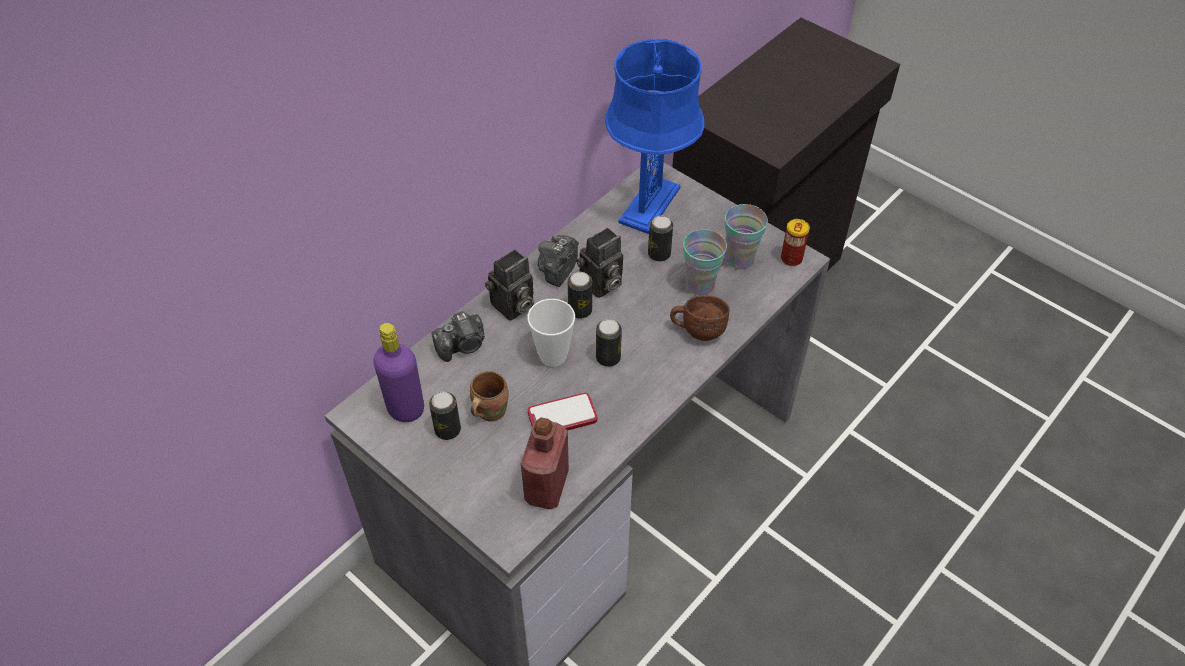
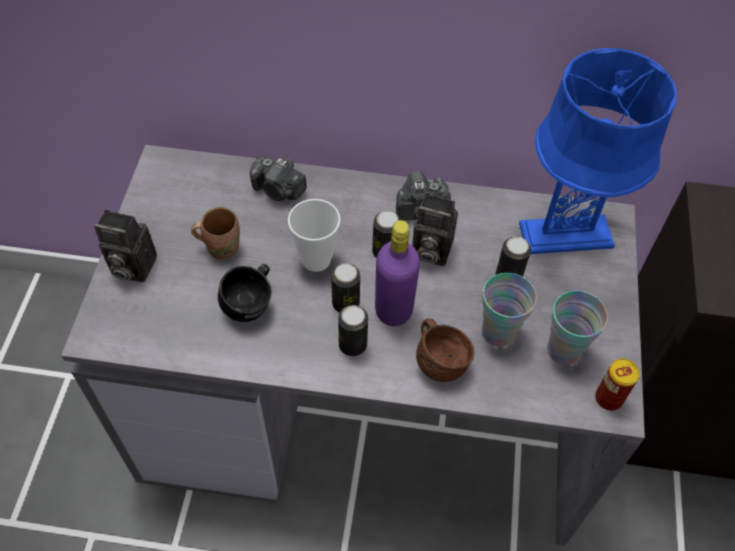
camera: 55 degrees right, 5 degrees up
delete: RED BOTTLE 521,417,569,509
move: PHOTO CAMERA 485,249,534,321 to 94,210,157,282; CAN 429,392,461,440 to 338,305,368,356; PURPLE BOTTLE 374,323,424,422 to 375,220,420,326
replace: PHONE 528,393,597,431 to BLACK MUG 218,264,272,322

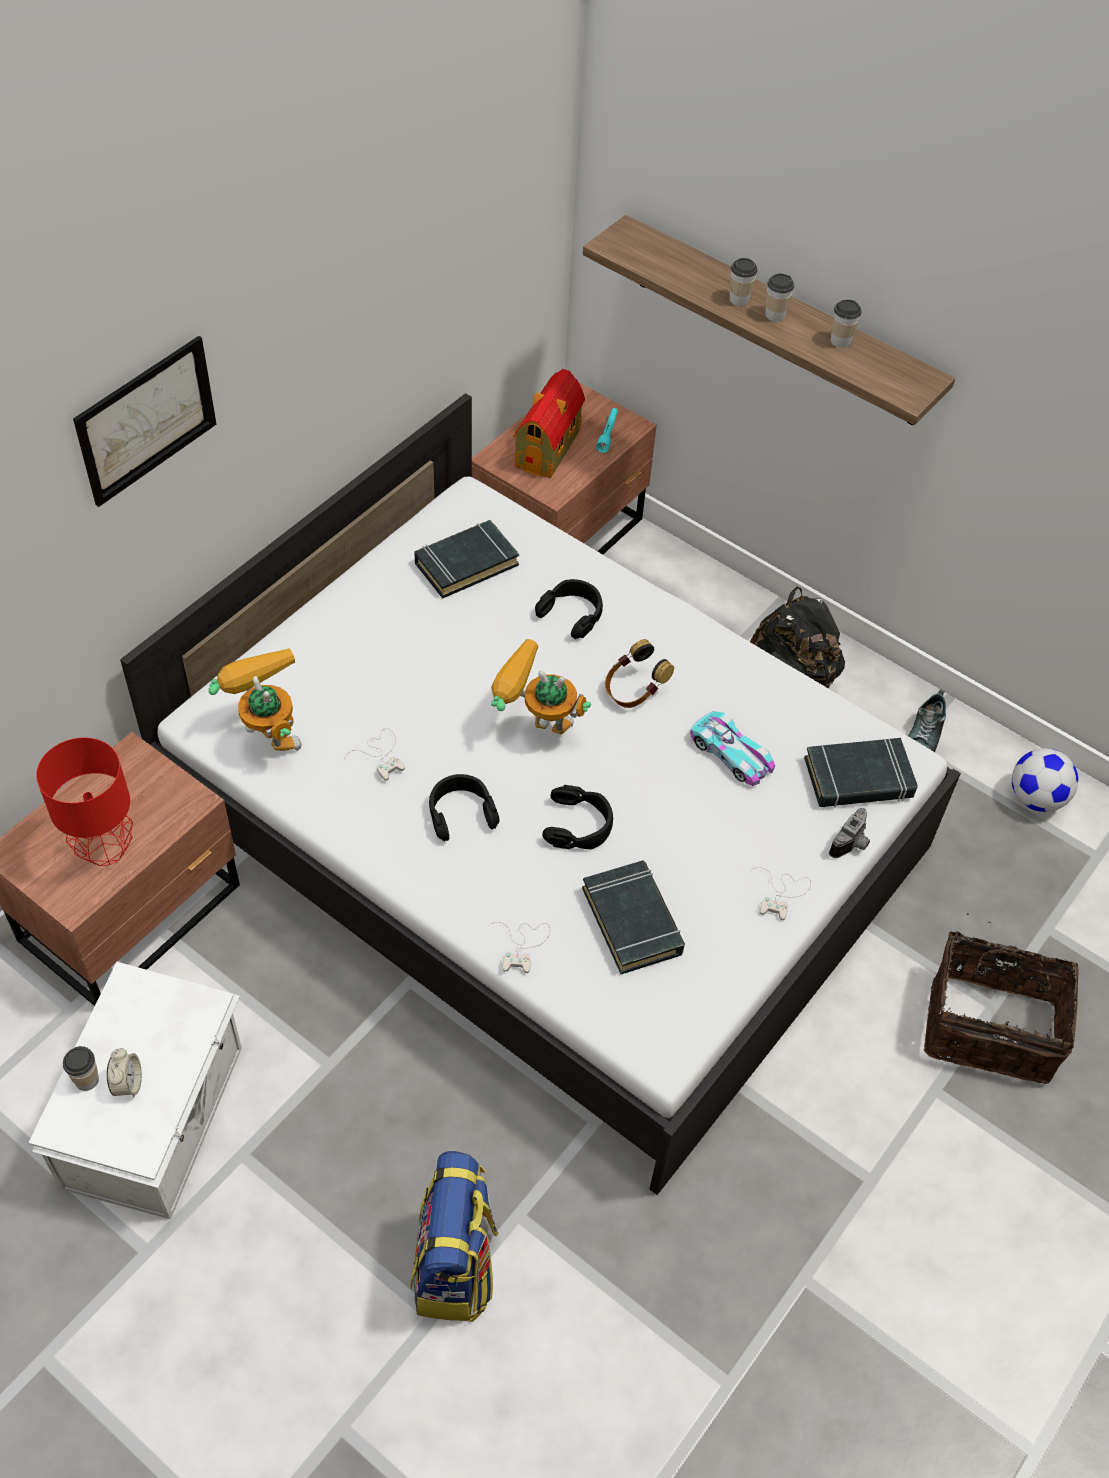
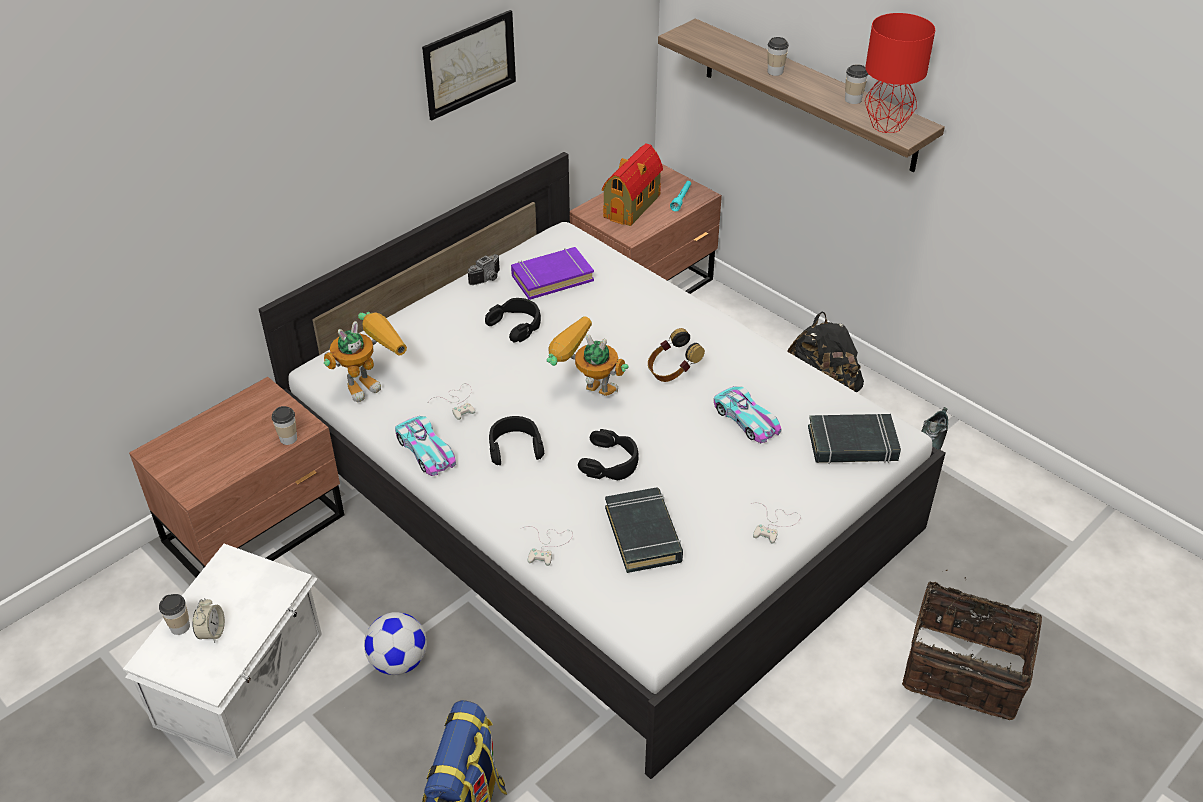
camera: 10 degrees right, 10 degrees down
insert: TOY CAR 395,416,456,476
move: CUP 765,274,794,322 to 271,406,297,445; FOOTBALL 1012,748,1078,812 to 364,612,427,675; PICTURE 73,336,216,507 to 422,10,516,120; PHOTO CAMERA 829,808,870,858 to 468,254,500,285; BLACK HEADPHONES 535,579,603,639 to 485,298,541,342; RED TABLE LAMP 36,737,133,866 to 865,13,935,133
recolor: BLACK BOOK 414,520,519,599 to PURPLE BOOK 511,247,594,300
rotate: TOY ROBOT 208,648,302,751 = 324,312,407,402 75 degrees clockwise

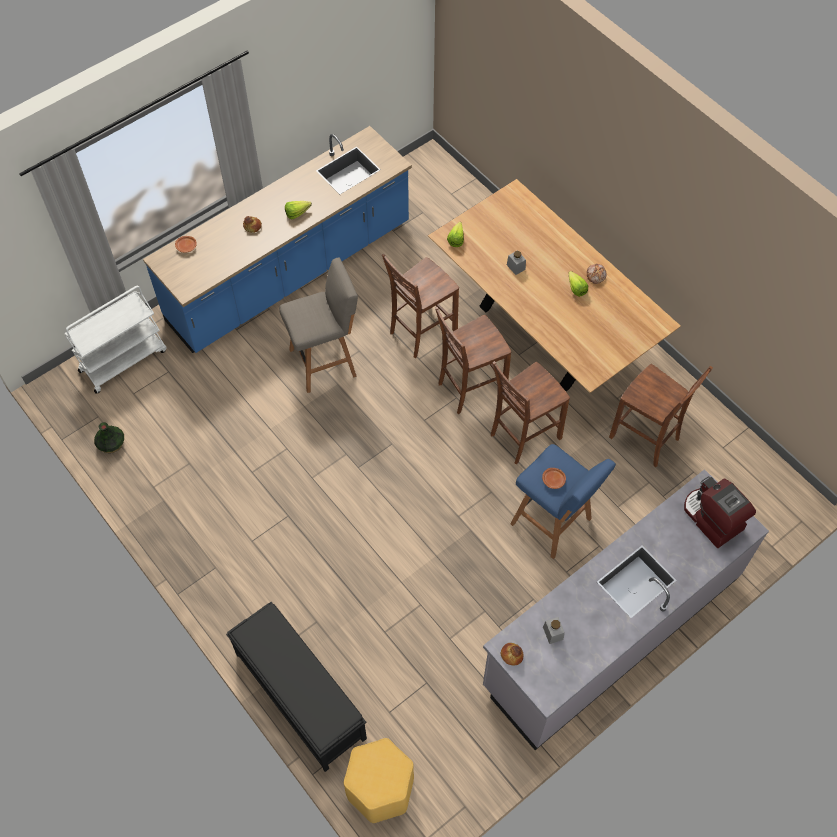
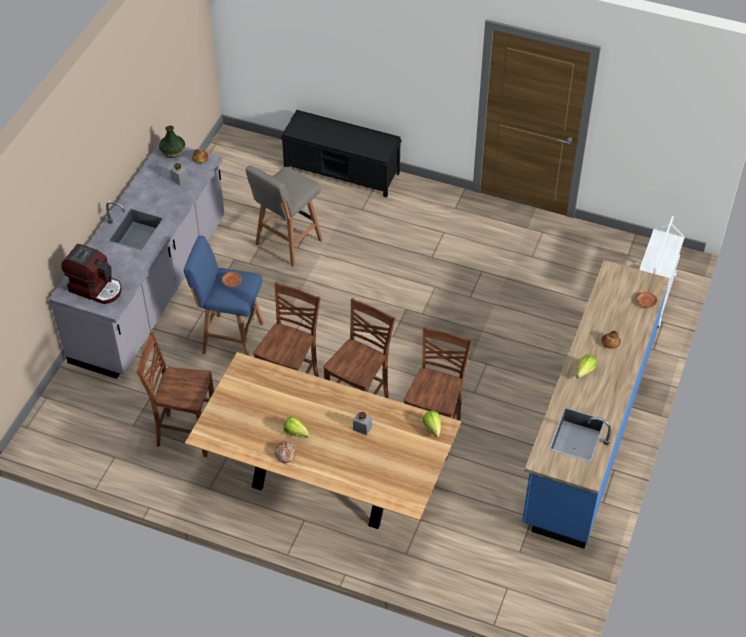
camera: 150 degrees right, 10 degrees down
delete: YELLOW STOOL 344,738,414,823
move: VASE 94,422,124,453 to 159,125,185,158; GREY STOOL 279,257,358,393 to 246,165,323,267

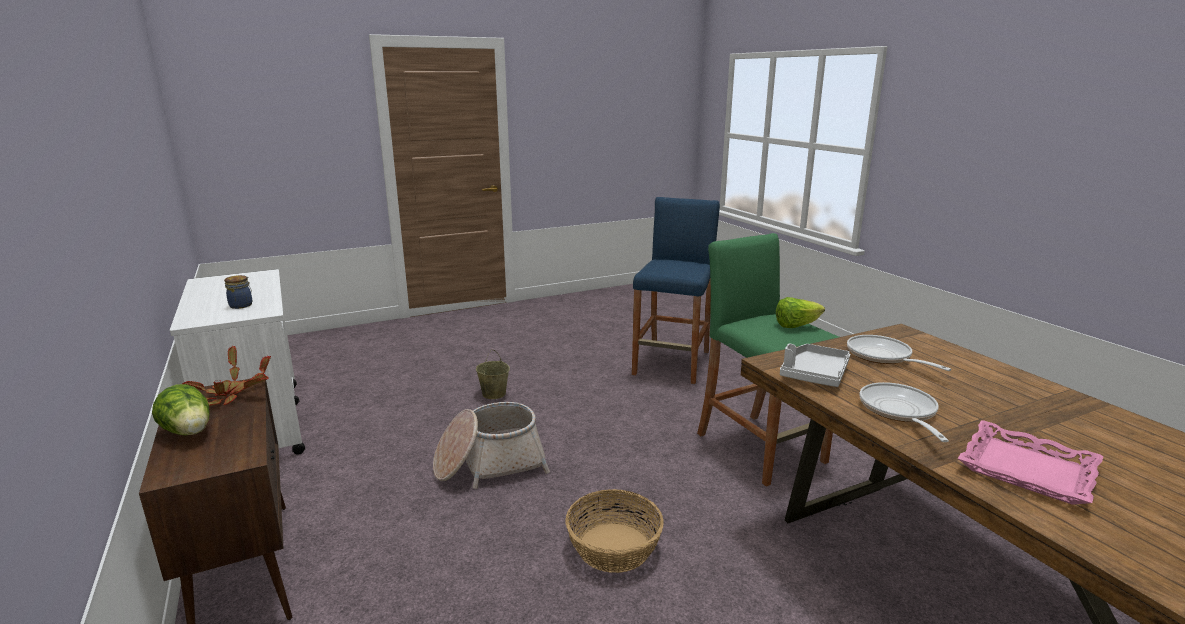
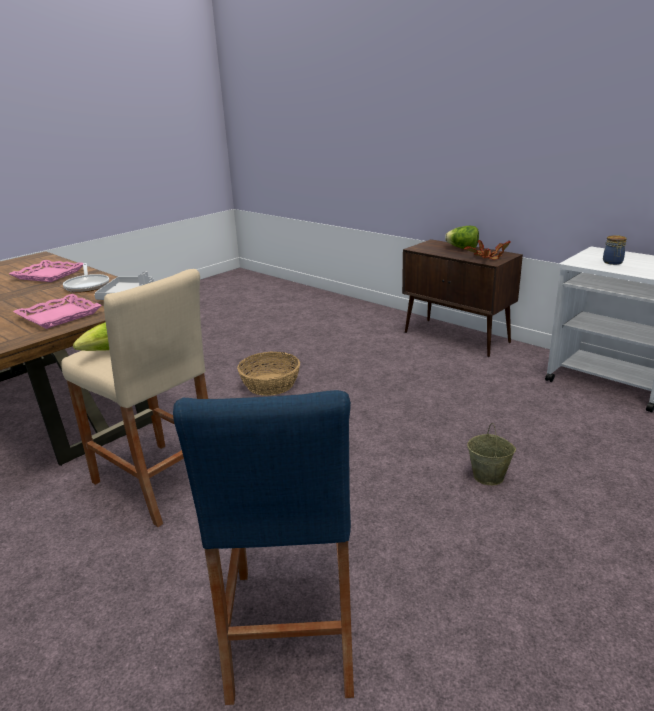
camera: 160 degrees right, 5 degrees up
delete: BASKET 433,402,550,489
replace: FRYING PAN 847,335,952,371 to PINK TRAY 13,294,102,329
recolor: GREEN STOOL 697,233,839,487 to BEIGE STOOL 61,269,208,527

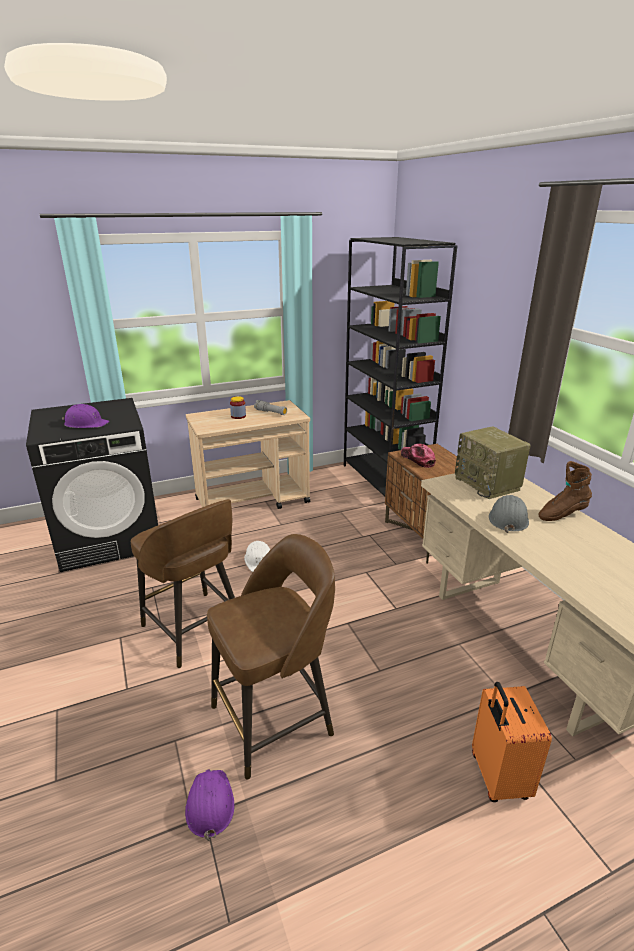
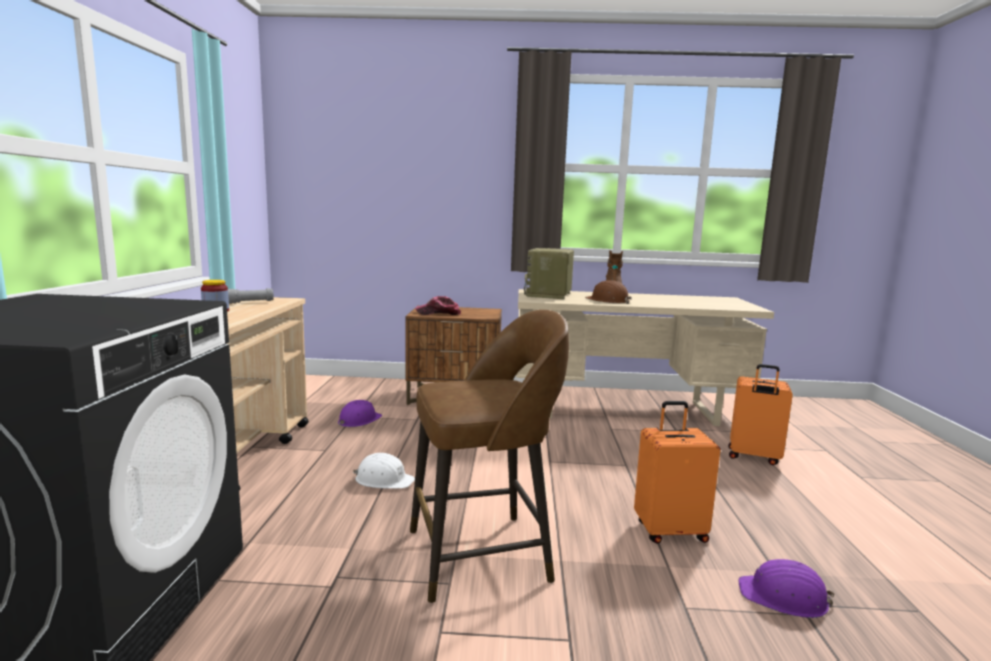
camera: 65 degrees left, 15 degrees down
delete: BLACK BOOKCASE 344,237,458,496
move: PURPLE HARD HAT 62,404,109,428 to 338,400,382,427
replace: BROWN STOOL 207,534,335,779 to ORANGE SUITCASE 634,401,720,543
recolor: GREY HARD HAT 489,495,529,533 to BROWN HARD HAT 585,280,632,304
rotate: RADIO 455,426,531,499 = 524,248,574,299 105 degrees clockwise

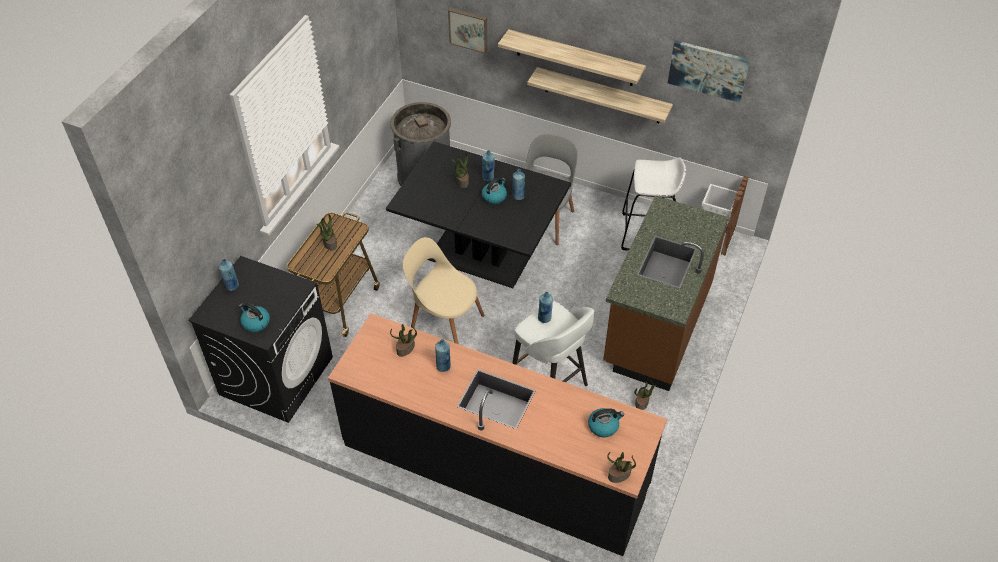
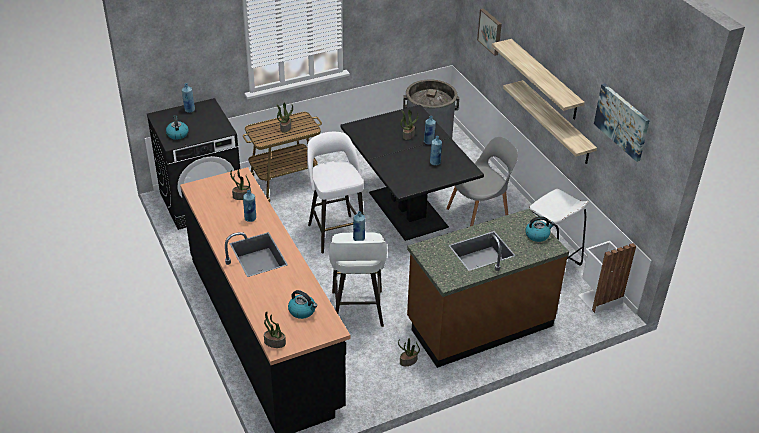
camera: 40 degrees right, 10 degrees down
move: KETTLE 482,178,507,204 to 525,216,555,242
replace: BEIGE CHAIR 403,237,485,344 to WHITE STOOL 307,132,364,254

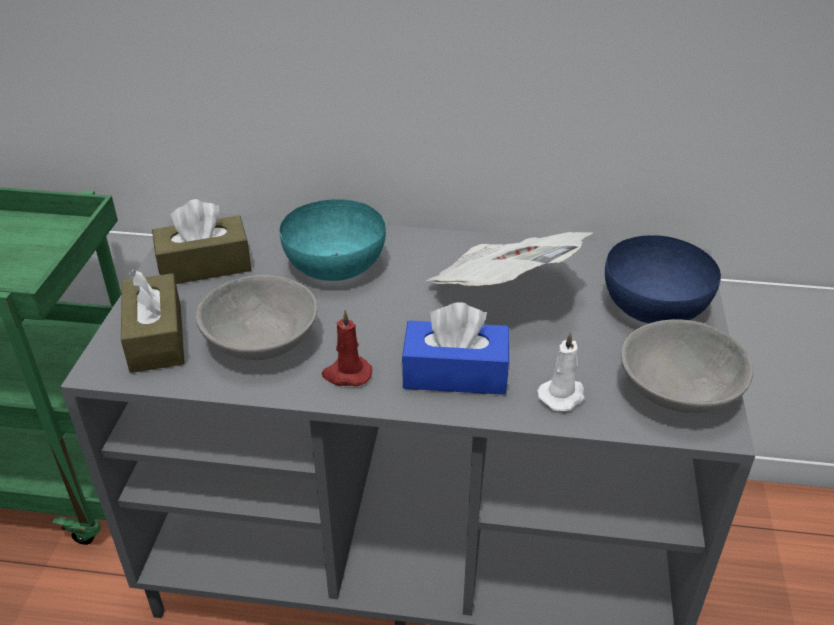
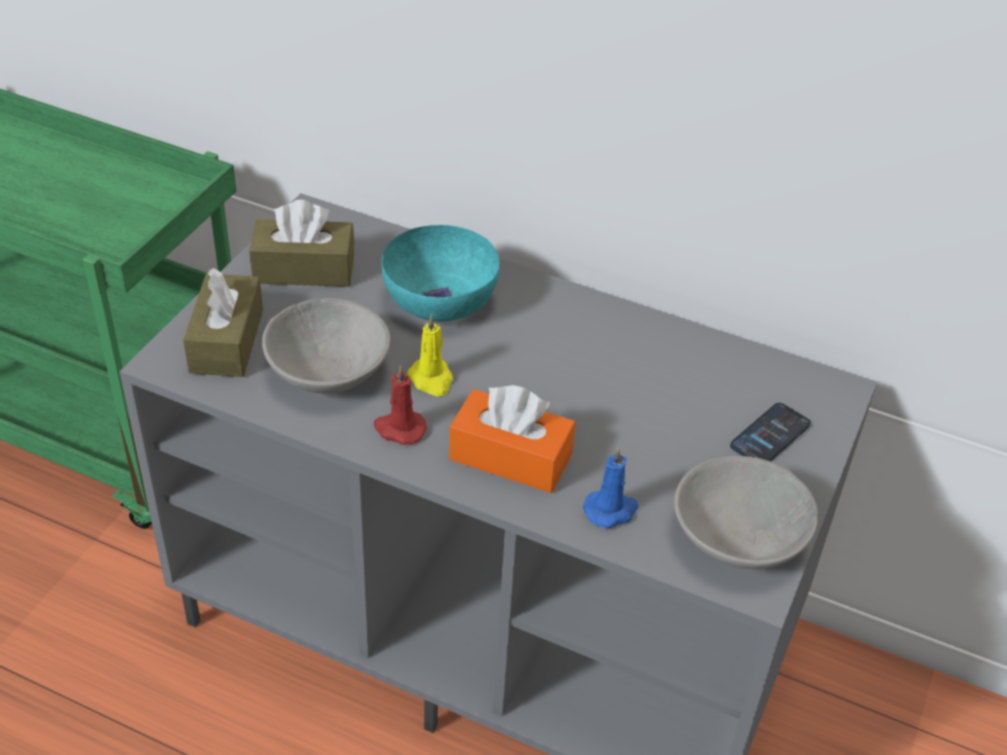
camera: 15 degrees right, 5 degrees up
delete: NEWSPAPER 426,232,593,286
insert: YELLOW CANDLE 407,314,453,397
replace: BLUE BOWL 605,235,721,324 to PHONE 730,403,811,462
recolor: BLUE TISSUE BOX 402,302,509,395 to ORANGE TISSUE BOX 449,385,576,493; WHITE CANDLE 538,332,585,411 to BLUE CANDLE 583,447,638,528

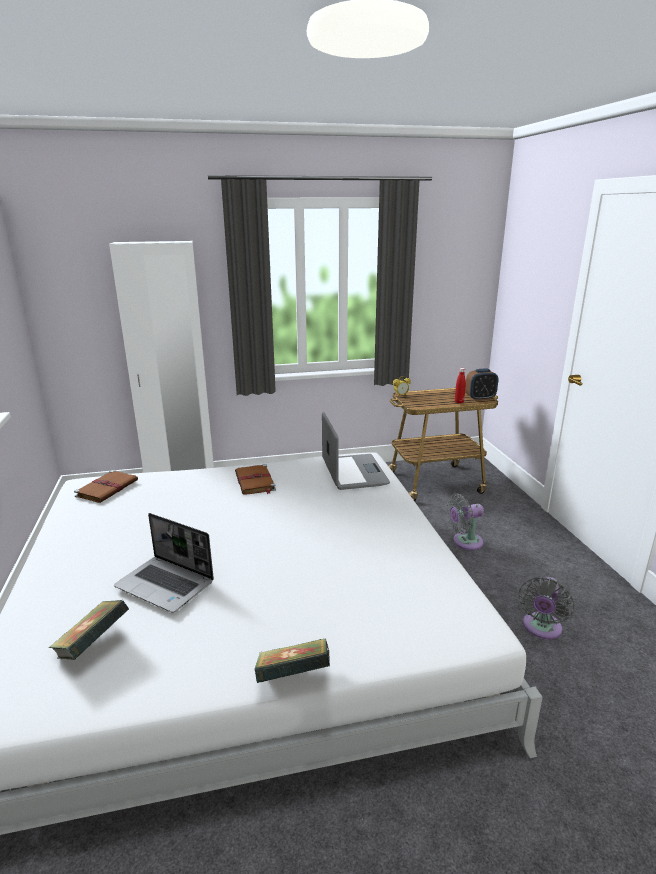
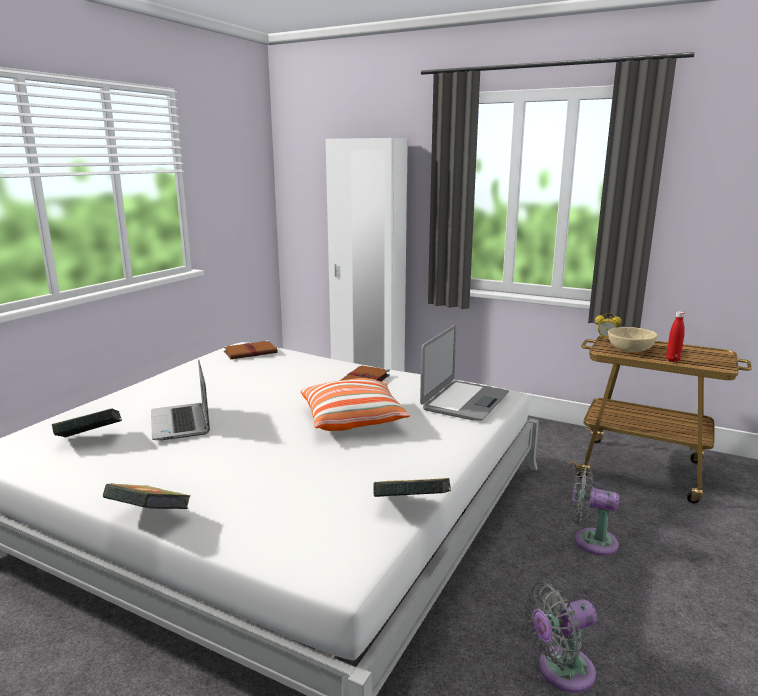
camera: 40 degrees right, 5 degrees down
delete: ALARM CLOCK 465,369,498,401
insert: PILLOW 301,378,410,431; BOOK 373,478,451,497; BEIGE BOWL 608,327,657,352

